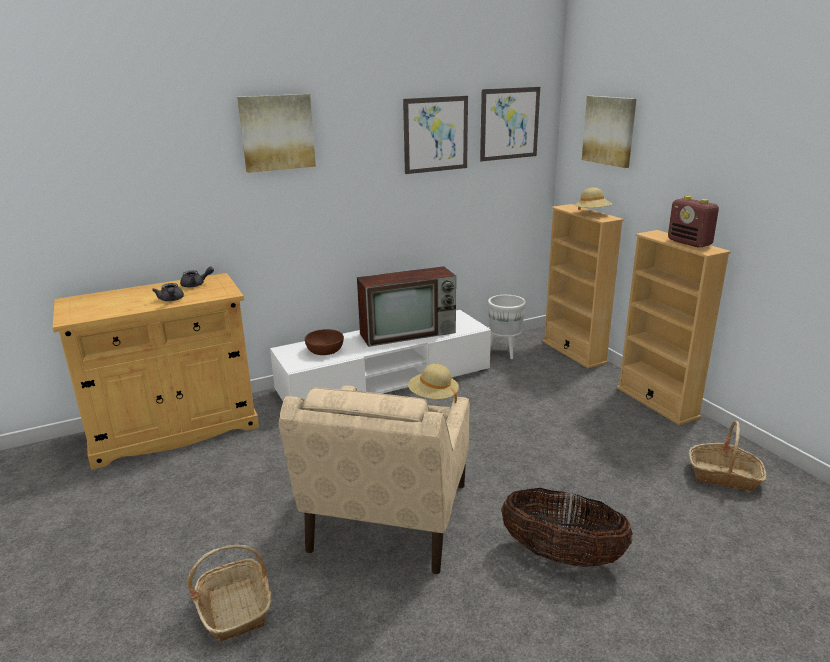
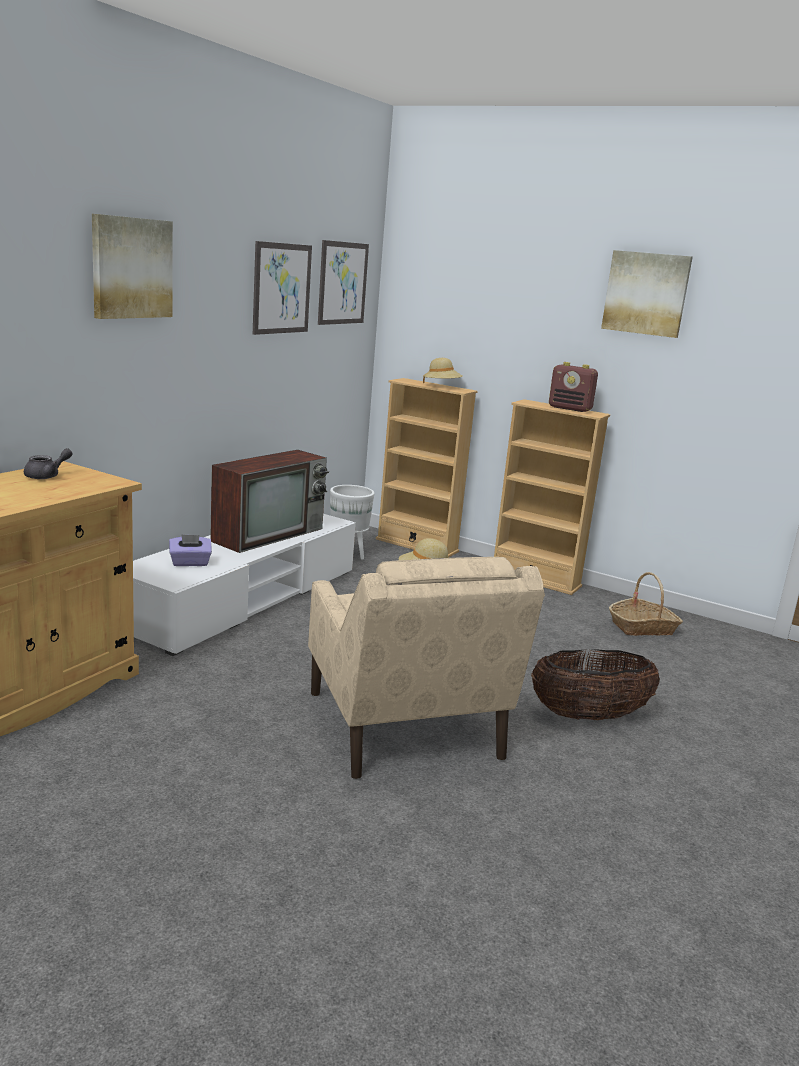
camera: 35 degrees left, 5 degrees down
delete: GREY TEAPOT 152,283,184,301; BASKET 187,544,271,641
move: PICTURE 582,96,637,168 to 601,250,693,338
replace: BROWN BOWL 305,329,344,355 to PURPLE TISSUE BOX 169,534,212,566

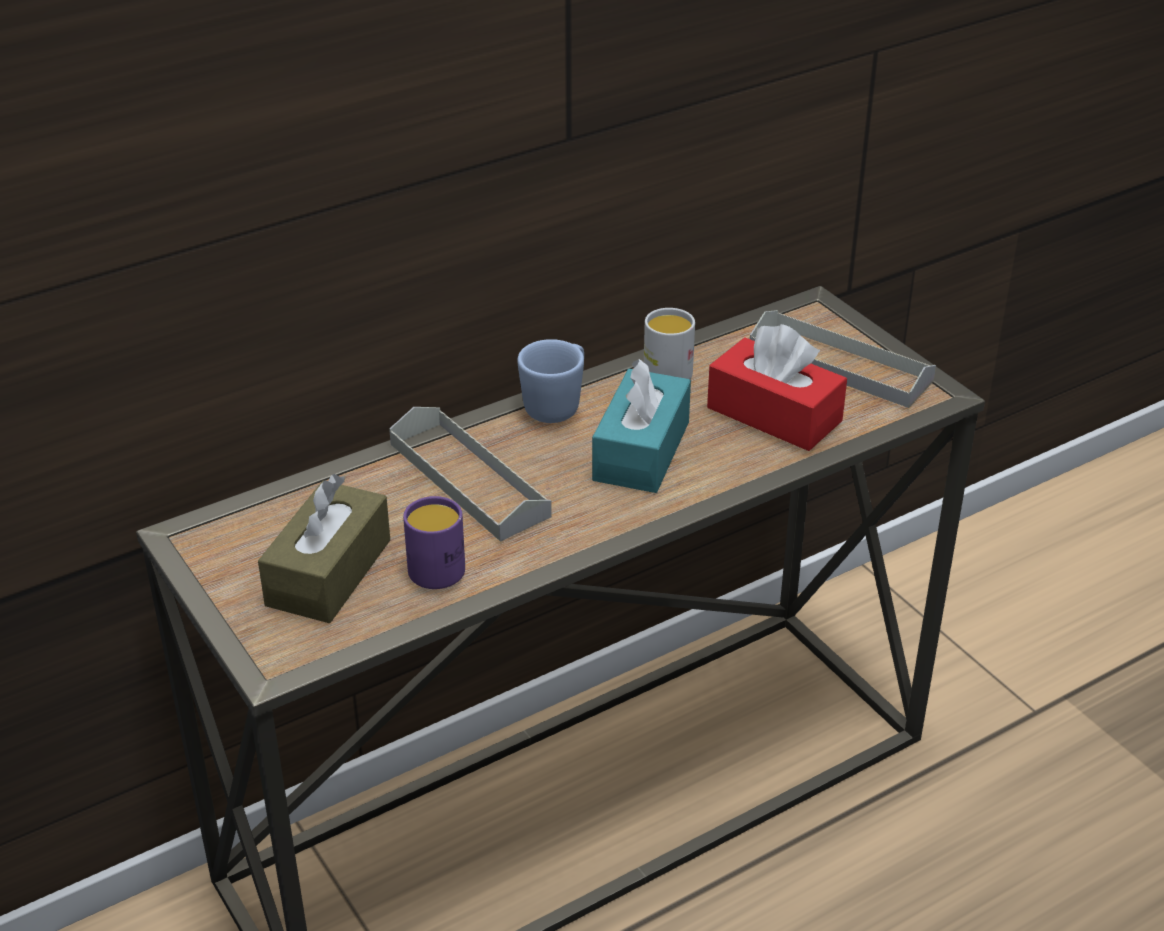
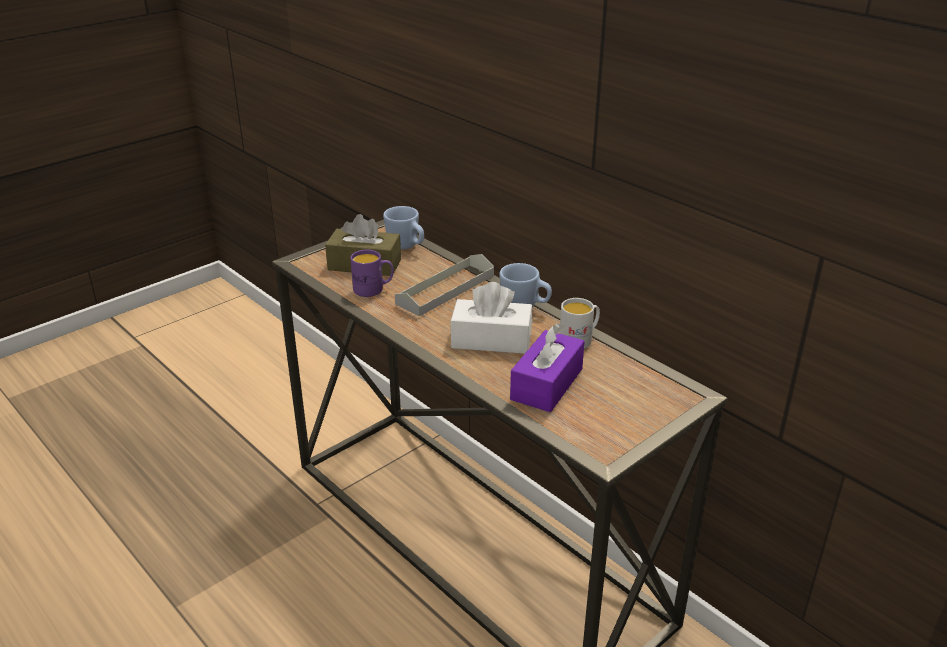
camera: 80 degrees right, 5 degrees down
delete: GREY TRAY 750,310,936,408
insert: BLUE MUG 383,206,424,250
recolor: TURQUOISE TISSUE BOX 592,359,691,493 to WHITE TISSUE BOX 450,282,532,354; RED TISSUE BOX 707,324,847,451 to PURPLE TISSUE BOX 510,323,585,412

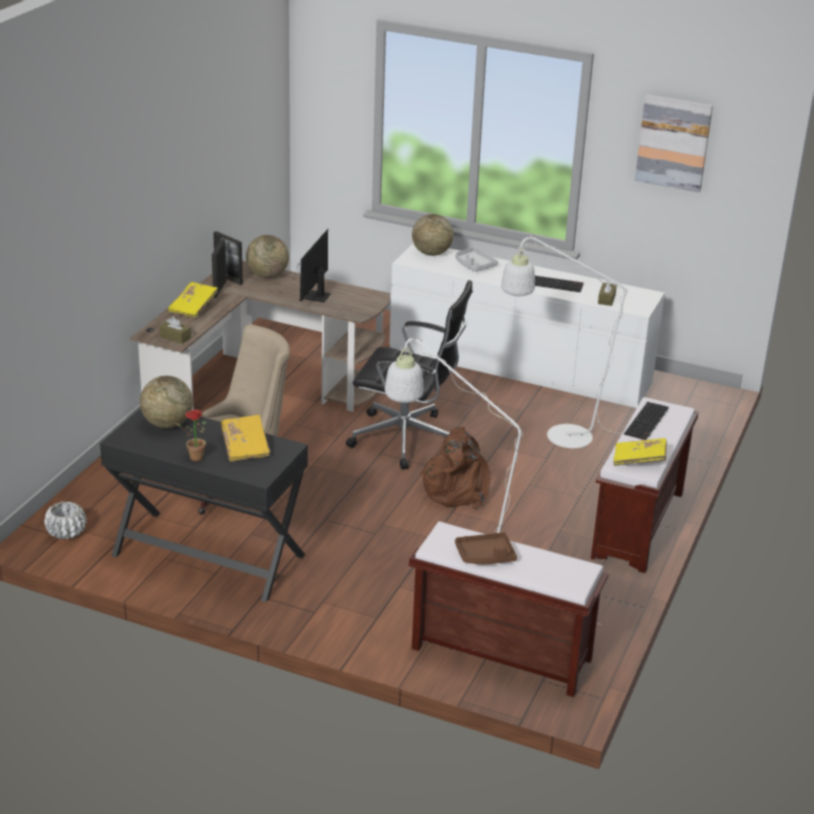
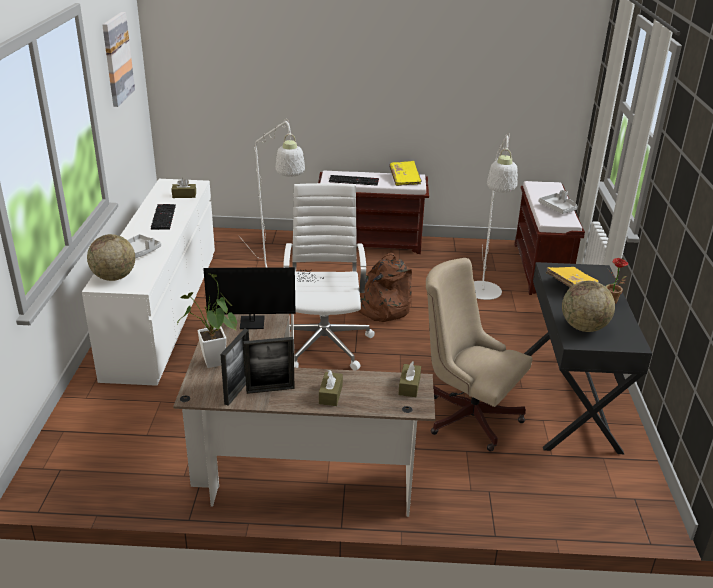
camera: 110 degrees left, 0 degrees up
delete: WHITE PLANTER 44,502,87,539
replace: GLOBE 246,235,289,278 to POTTED PLANT 177,273,237,368; YELLOW BOOK 168,282,218,318 to BROWN TISSUE BOX 319,370,343,406
recolor: BLACK OFFICE CHAIR 346,280,473,470 to WHITE OFFICE CHAIR 283,183,375,370; BROWN TRAY 455,532,517,564 to GREY TRAY 538,190,578,214

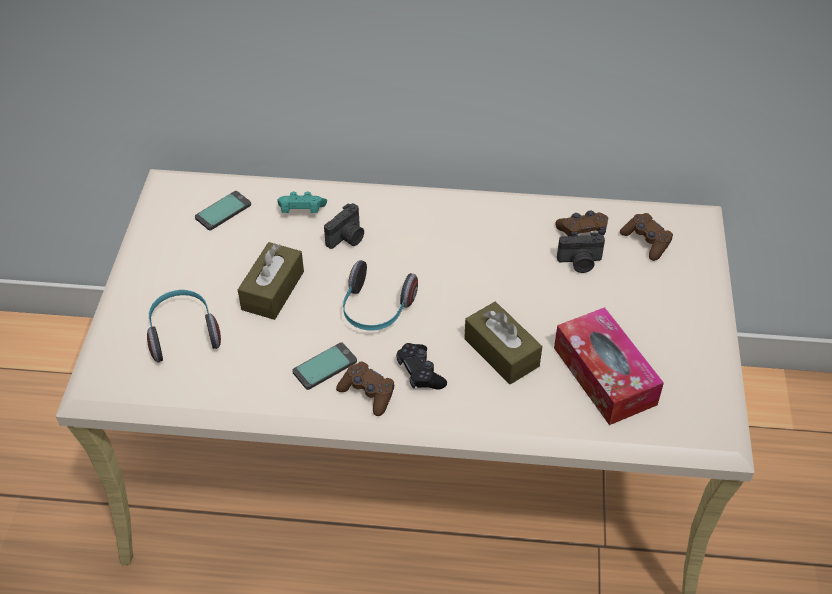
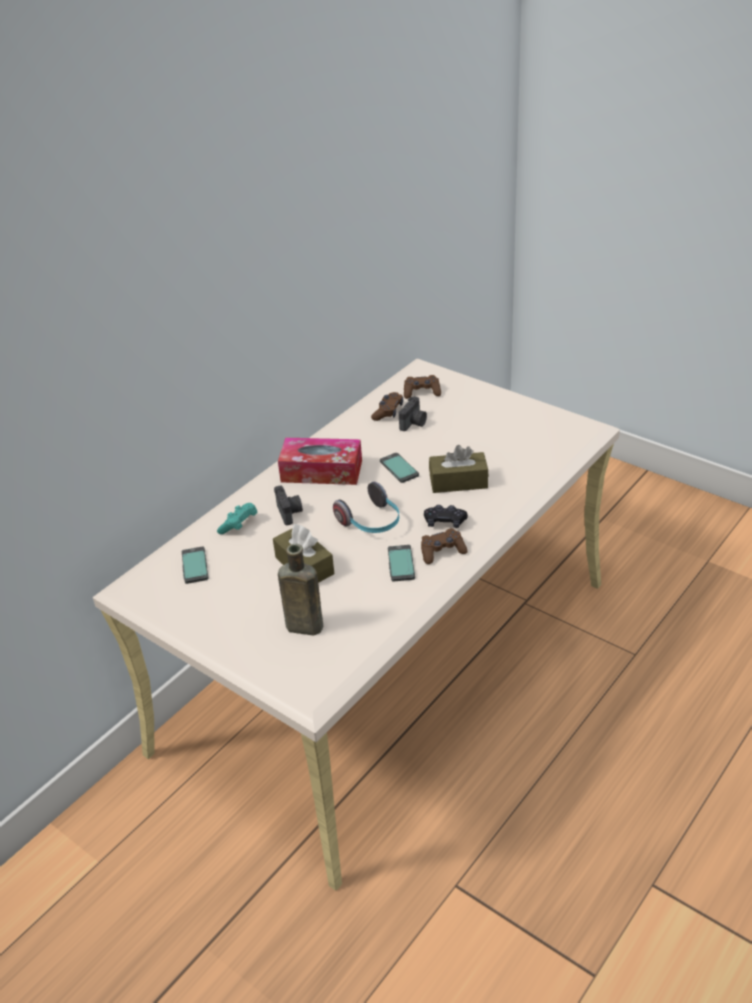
camera: 55 degrees left, 10 degrees down
insert: PHONE 380,453,419,483
move: TISSUE BOX 554,307,664,425 to 278,438,362,485
replace: HEADPHONES 147,290,221,362 to BROWN BOTTLE 278,544,323,636

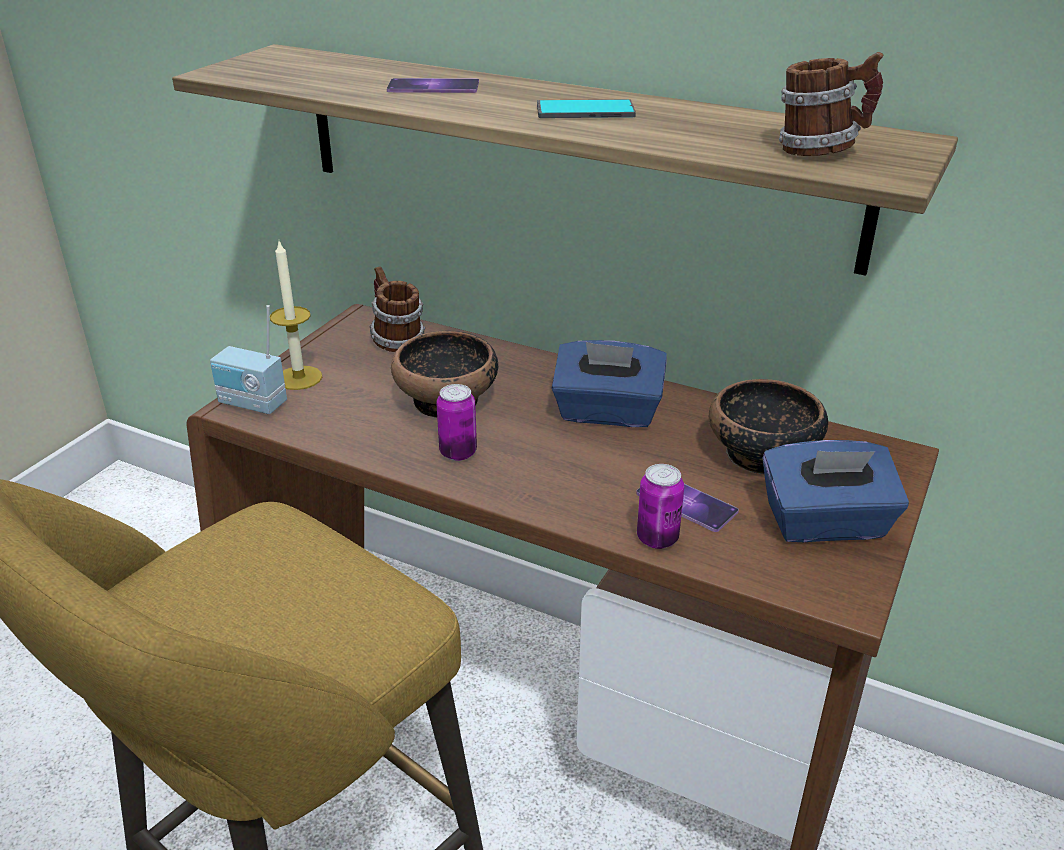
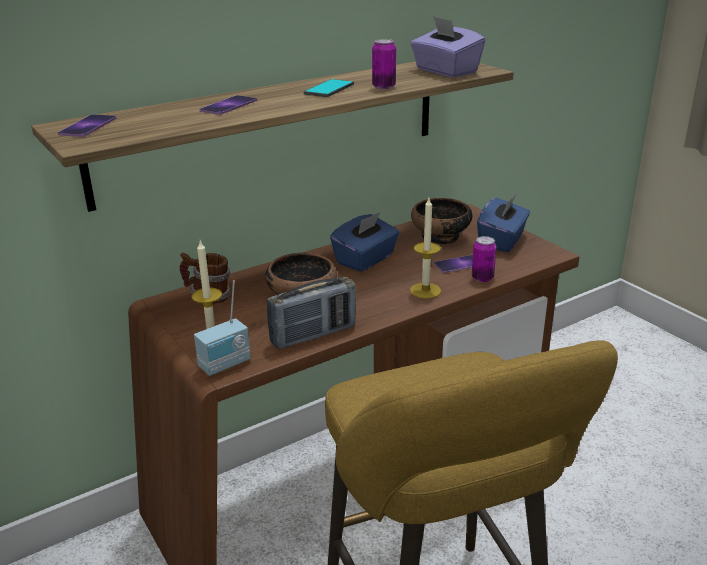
camera: 60 degrees left, 5 degrees down
insert: PHONE 58,114,116,137; RADIO 267,277,356,349; CANDLE 410,198,441,299
move: CAN 436,384,477,461 to 372,39,396,89
replace: MUG 779,52,884,156 to PURPLE TISSUE BOX 411,16,485,78

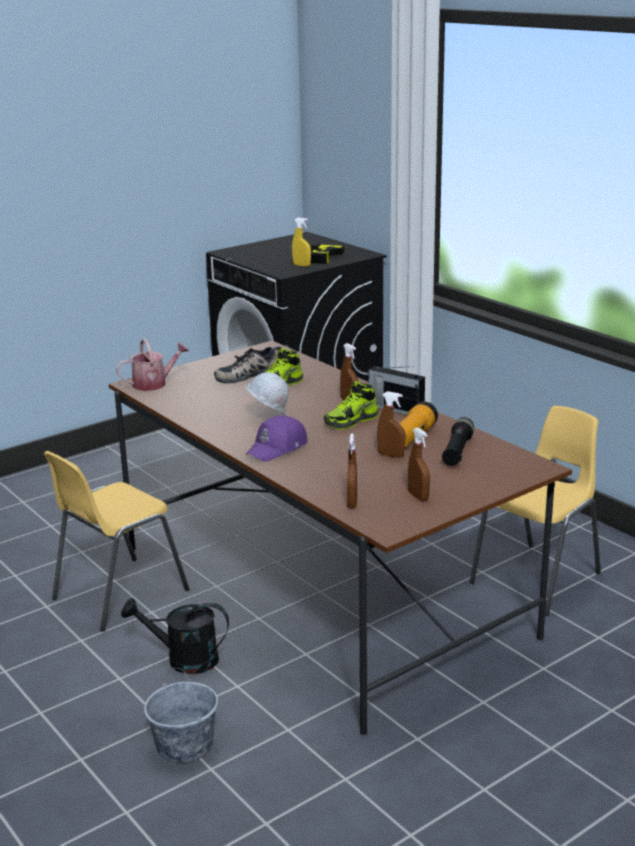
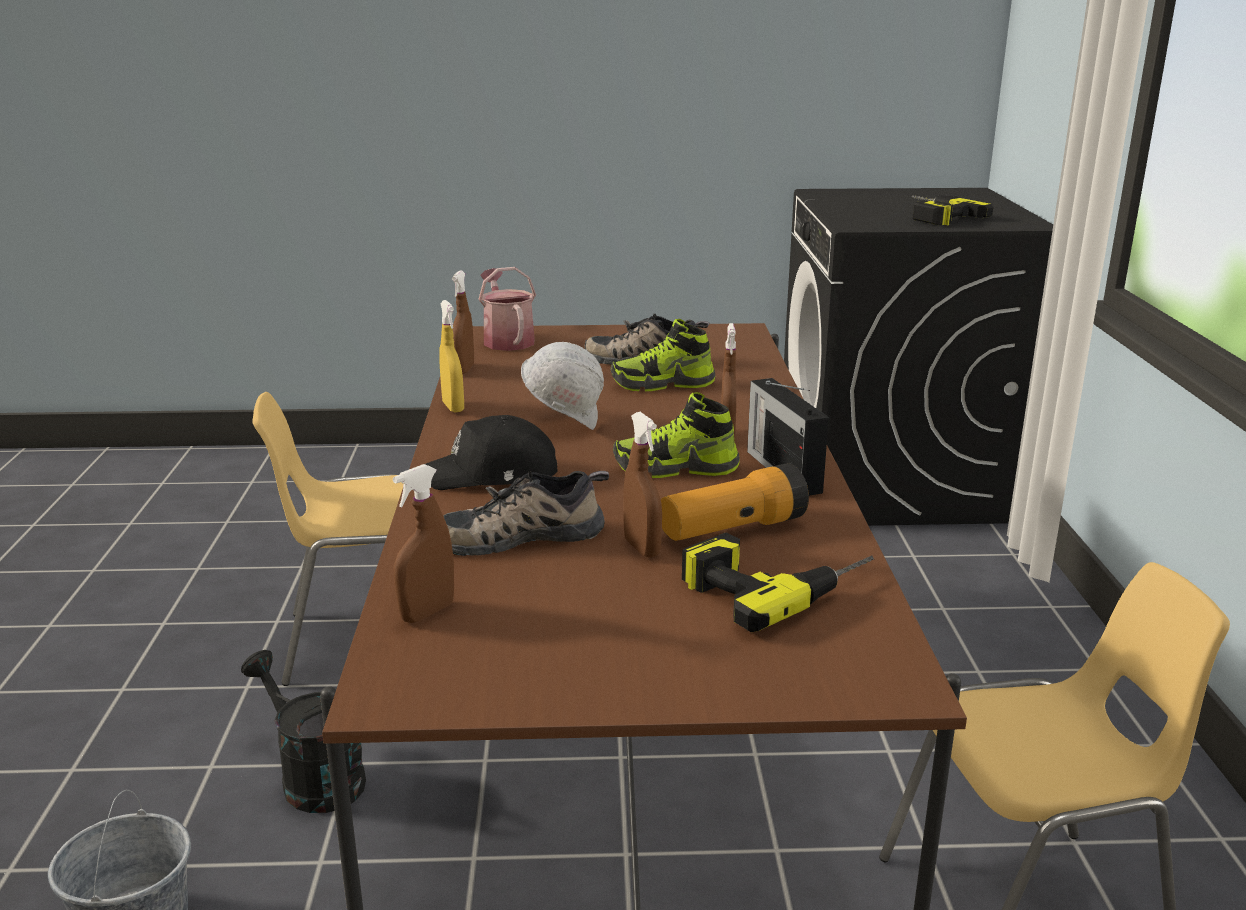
camera: 35 degrees right, 0 degrees up
insert: SHOE 443,471,609,556
move: YELLOW SPRAY BOTTLE 292,218,311,267 to 439,300,464,413; BROWN SPRAY BOTTLE 408,427,430,501 to 452,271,474,374
replace: BLACK FLASHLIGHT 442,417,474,466 to POWER DRILL 682,532,874,632
recolor: PURPLE CAP 246,415,307,461 to BLACK CAP 425,415,558,490
rotate: WATERING CAN 116,338,189,391 = 478,267,536,351 120 degrees counterclockwise

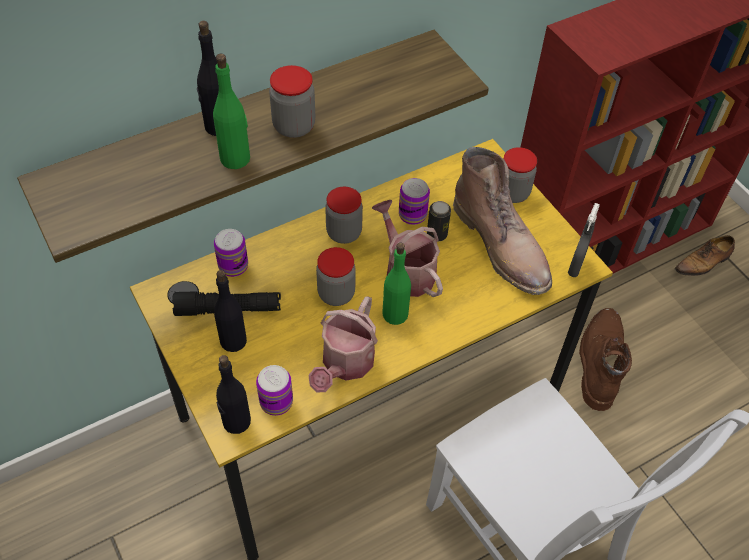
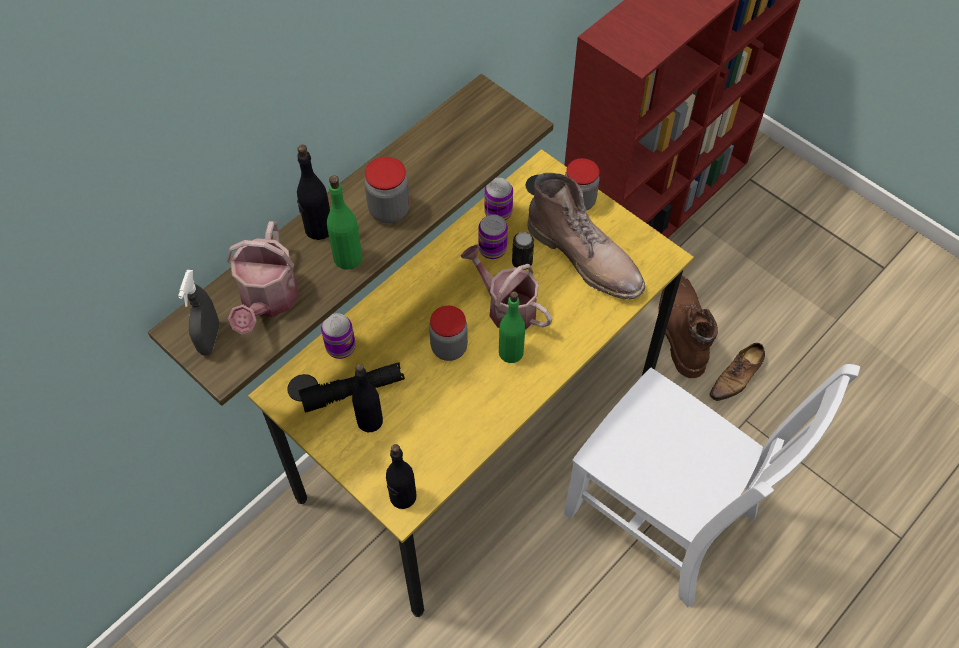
camera: 15 degrees left, 5 degrees up
delete: JAR 325,187,363,244
move: GREY SPRAY BOTTLE 568,203,600,277 to 178,270,220,356; WATERING CAN 308,297,378,392 to 227,221,299,334; CAN 256,365,293,416 to 484,178,513,221; SHOE 675,235,735,276 to 709,343,765,403

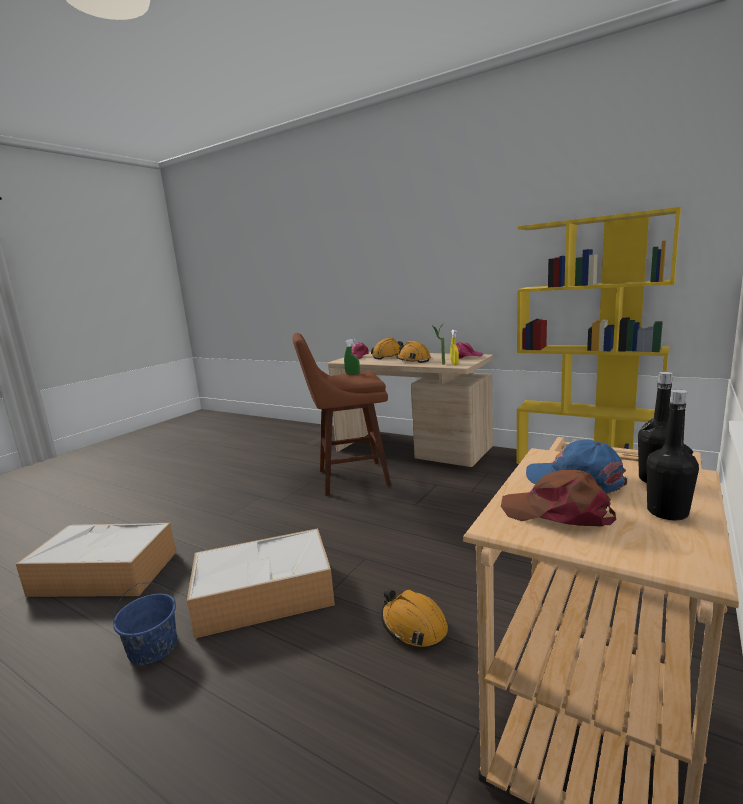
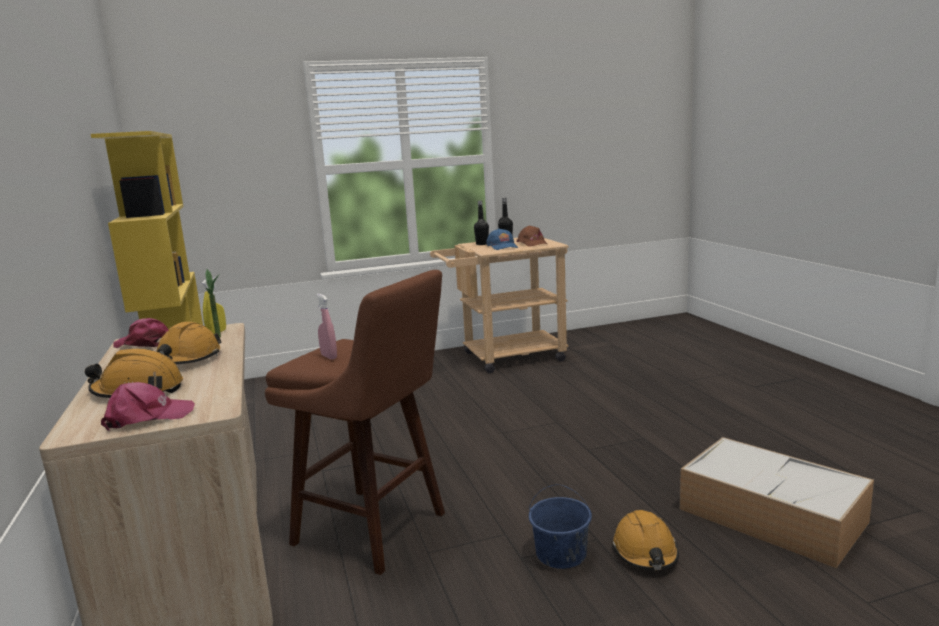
camera: 140 degrees left, 0 degrees up
delete: STORAGE BOX 187,528,335,639
move: BLUE BUCKET 113,583,177,665 to 529,484,592,569; ORANGE HARD HAT 381,589,448,648 to 612,510,679,570
recolor: GREEN SPRAY BOTTLE 344,339,360,375 to PINK SPRAY BOTTLE 316,294,337,360

